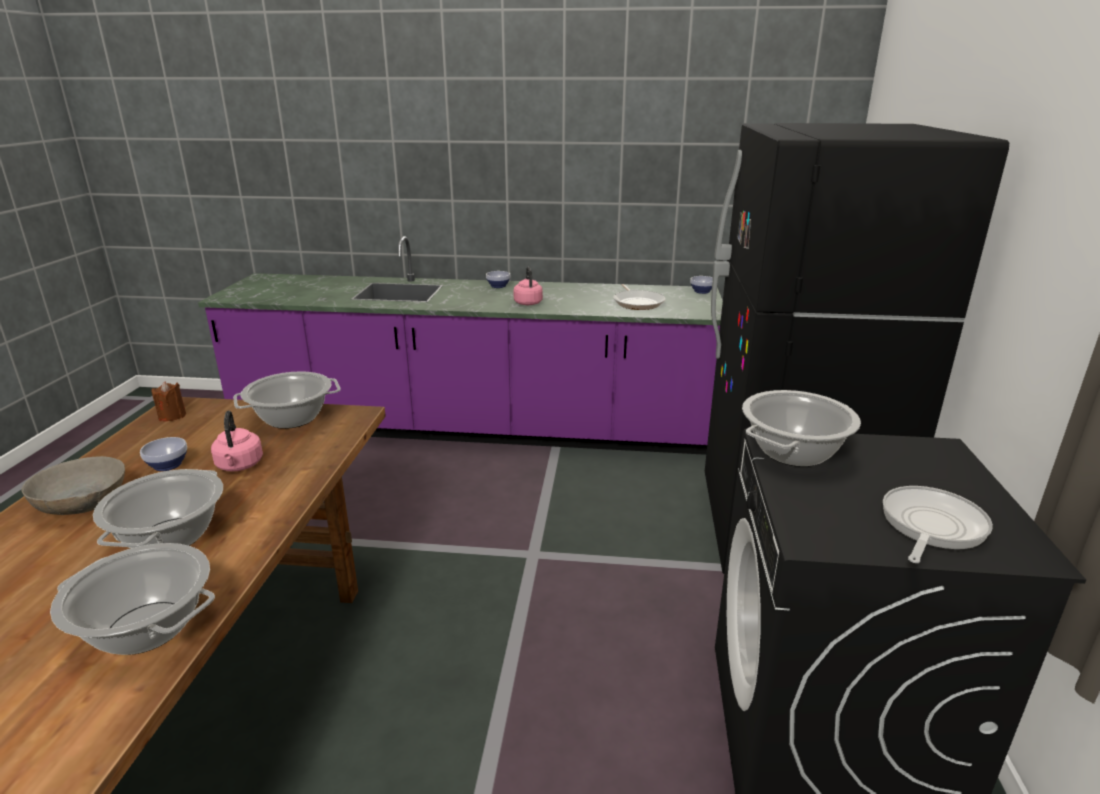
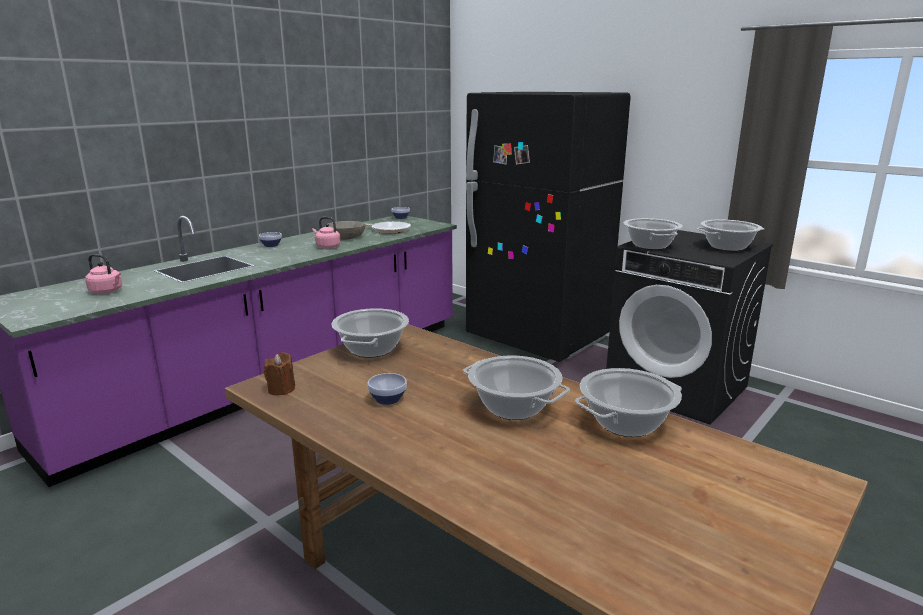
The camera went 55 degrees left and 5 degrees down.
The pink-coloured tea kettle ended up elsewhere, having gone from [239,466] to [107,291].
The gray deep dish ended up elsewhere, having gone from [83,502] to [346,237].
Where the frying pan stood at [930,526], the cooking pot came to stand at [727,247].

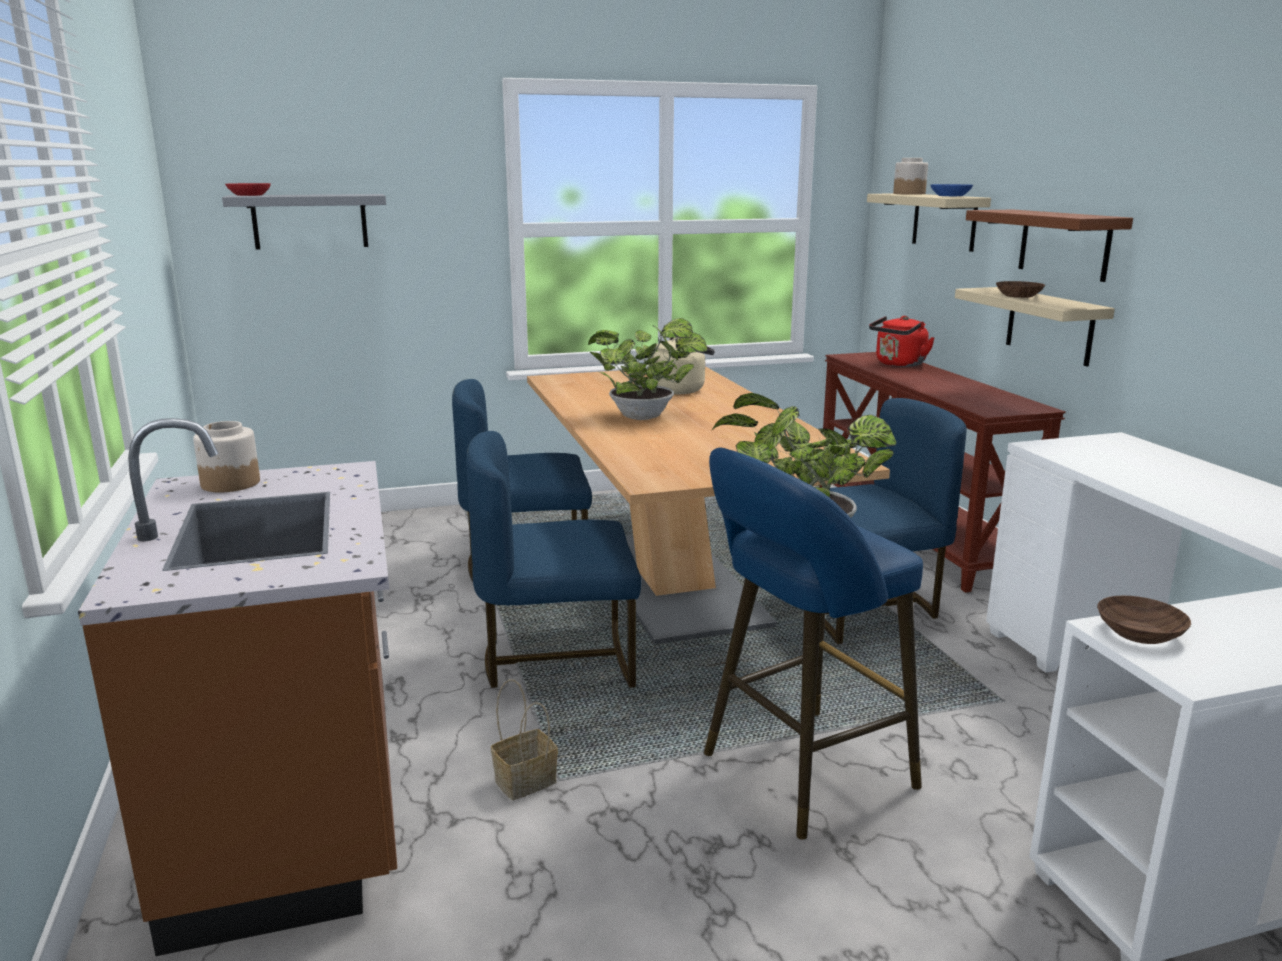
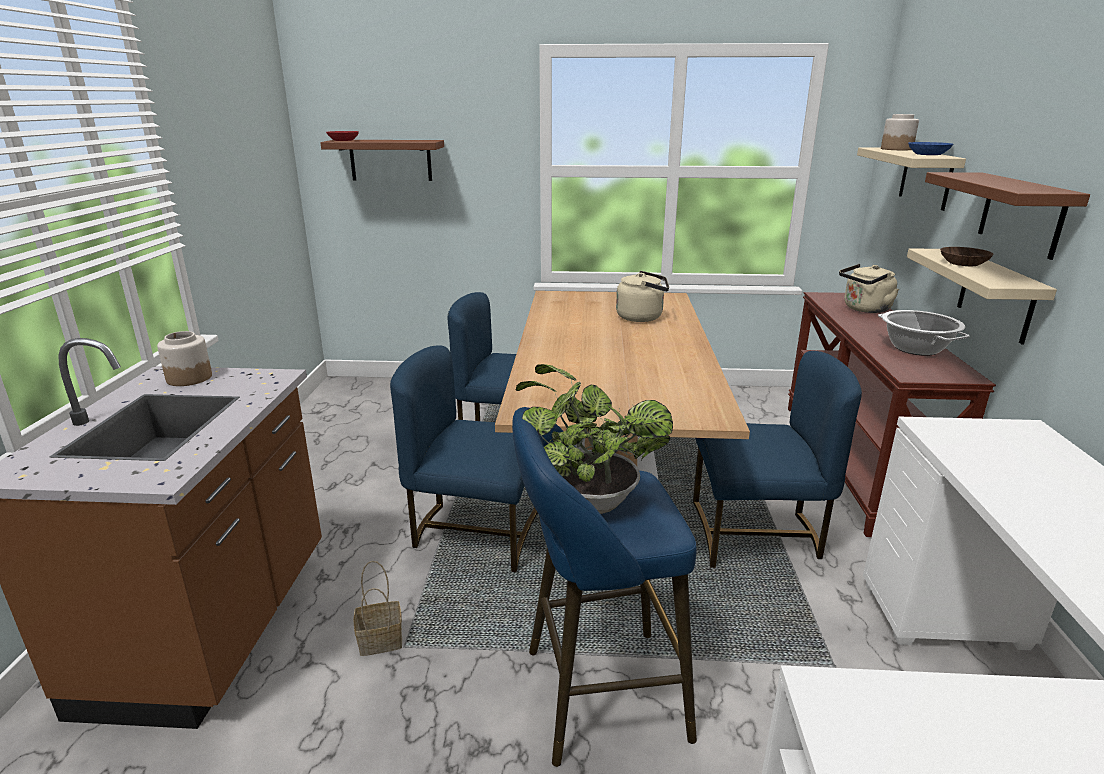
The camera went 20 degrees right and 5 degrees up.
What was the gray shelf at [310,221] turned into the brown-coloured shelf at [390,160].
What was the red-coloured tea kettle at [898,364] turned into the sand-coloured tea kettle at [864,309].
The second view lost the potted plant at [646,417].
The second view lost the brown-coloured deep dish at [1137,633].
The second view gained the cooking pot at [915,348].

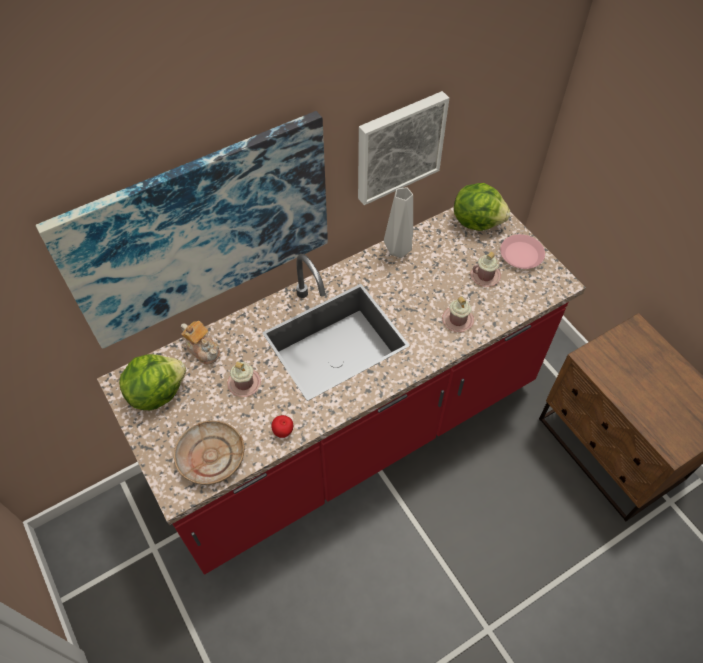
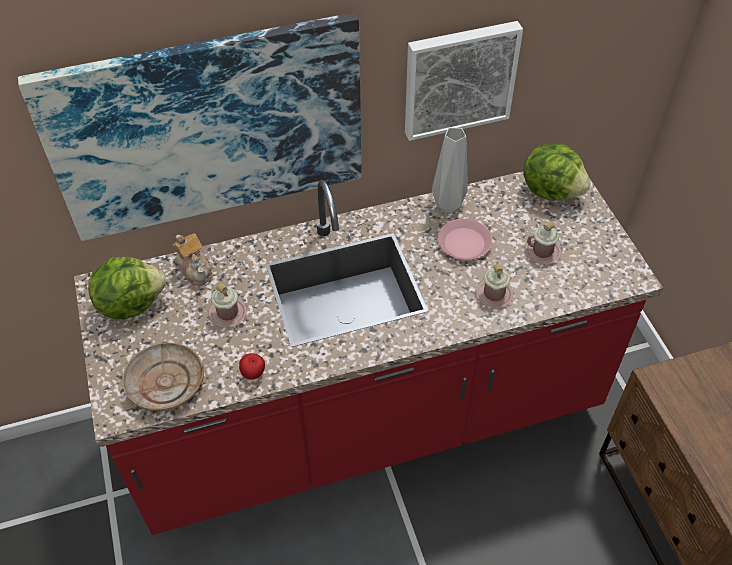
The camera went 15 degrees right and 5 degrees down.
The pink-coloured flat dish ended up elsewhere, having gone from [521,255] to [464,243].

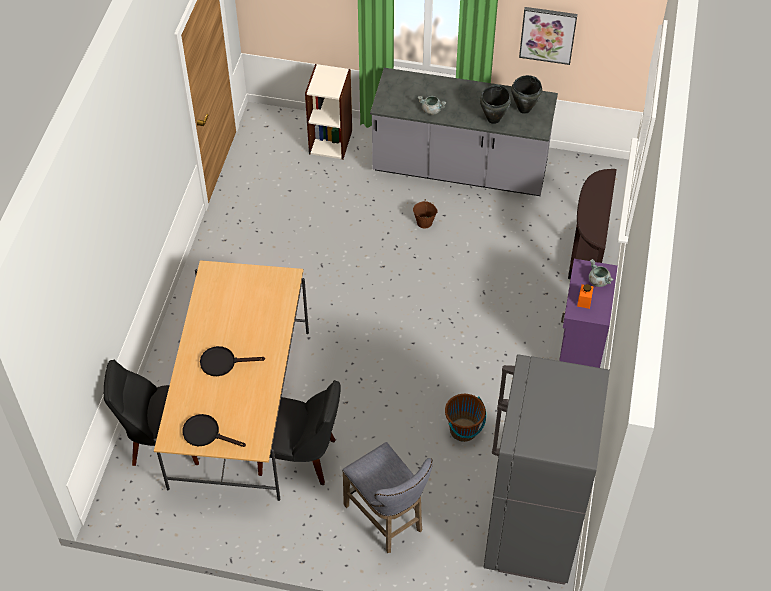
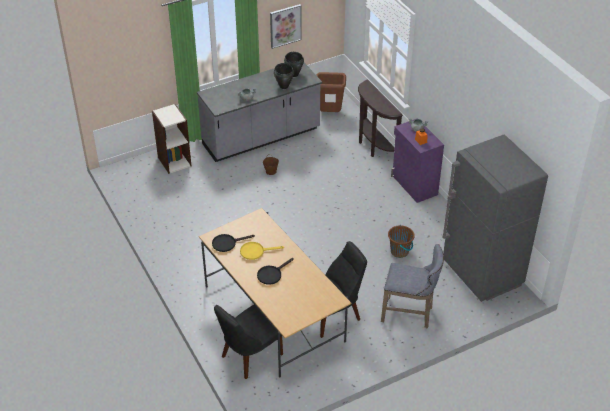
The camera went 40 degrees left and 10 degrees down.
The black-coloured frying pan ended up elsewhere, having gone from [206,433] to [227,243].
The second view gained the brown-coloured waste bin at [330,114].
The second view gained the yellowish frying pan at [255,251].

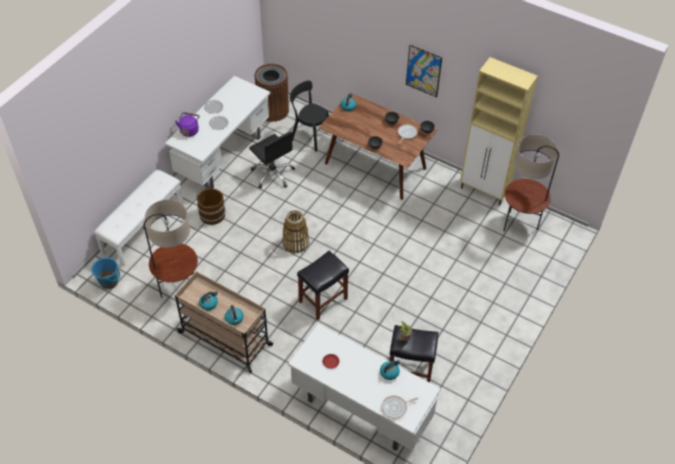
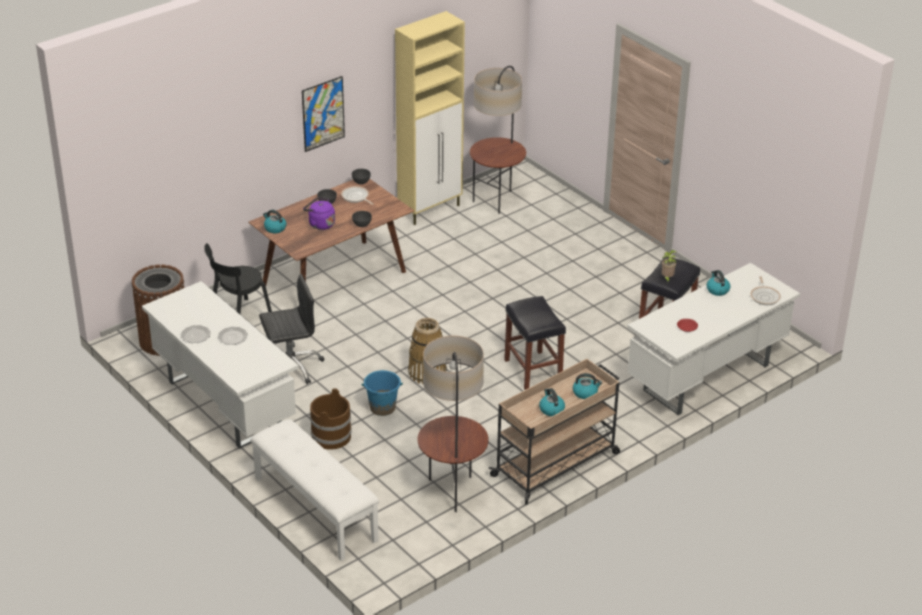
The camera went 70 degrees left and 15 degrees down.
The purplish tea kettle ended up elsewhere, having gone from [189,130] to [320,224].
The blue-coloured bucket ended up elsewhere, having gone from [109,282] to [382,408].

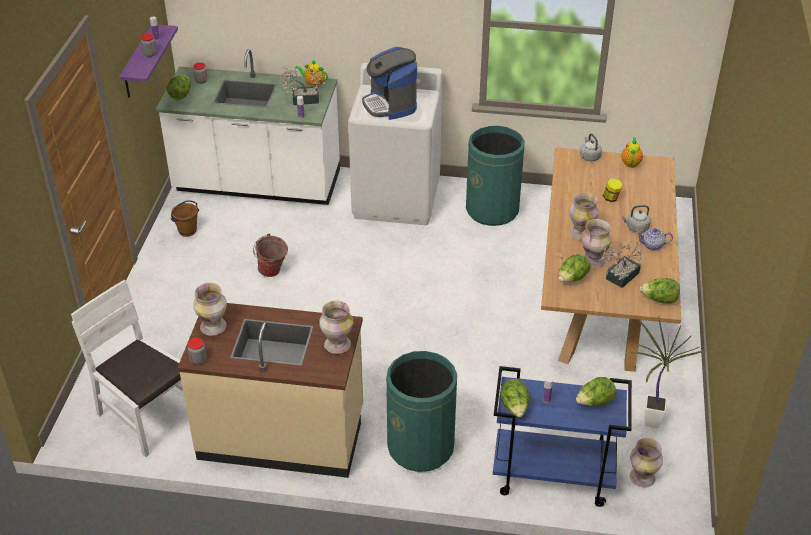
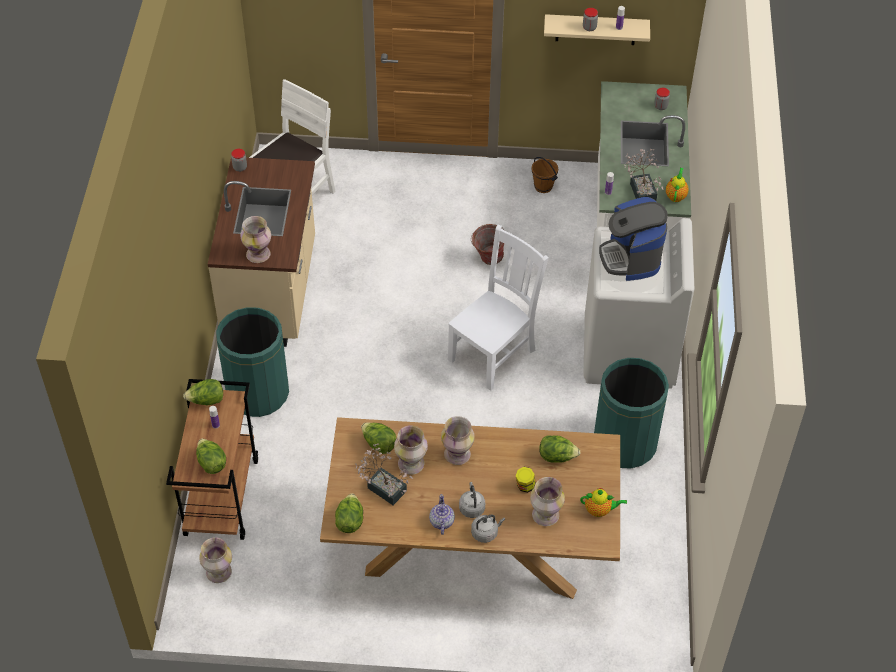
The camera went 85 degrees right and 10 degrees up.
What was the purplish shelf at [138,63] turned into the sand-coloured shelf at [596,29].
The coffee maker at [390,104] ended up facing another way, 75 degrees counterclockwise from before.
The lettuce head ended up elsewhere, having gone from [180,95] to [557,457].
The gray tea kettle ended up elsewhere, having gone from [589,156] to [486,533].
The decorative vase ended up elsewhere, having gone from [213,327] to [544,515].
The second view lost the potted plant at [649,424].
What was the blue-coloured wheeled cart at [551,477] turned into the brown-coloured wheeled cart at [221,496].
The second view gained the whitish chair at [494,353].

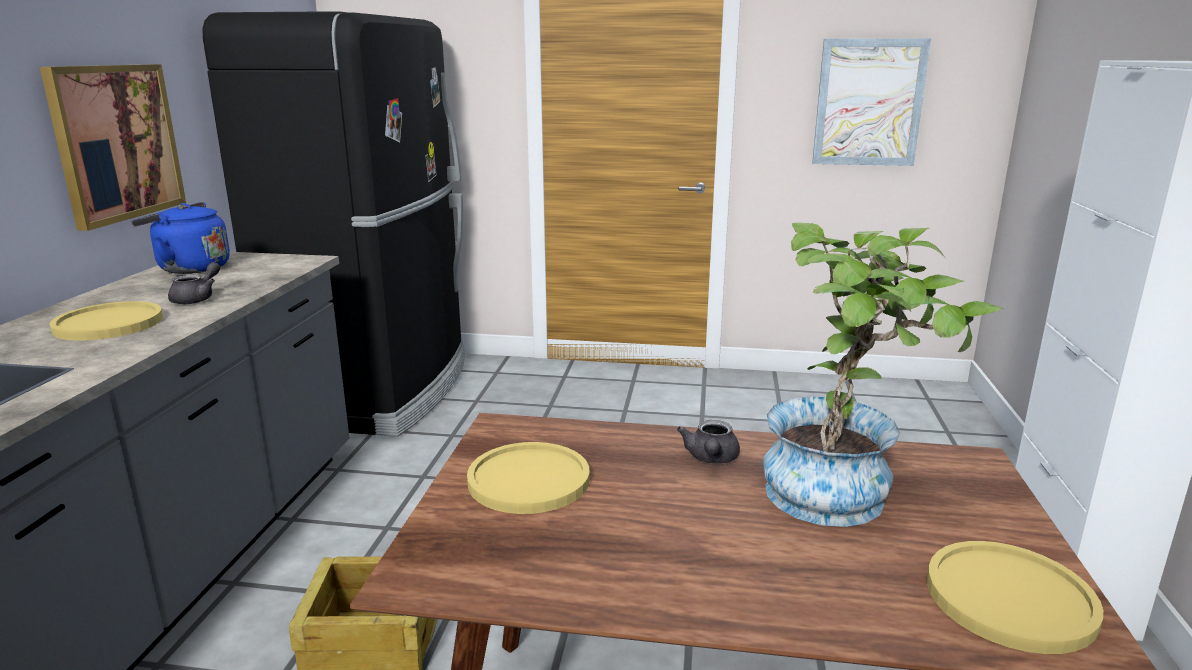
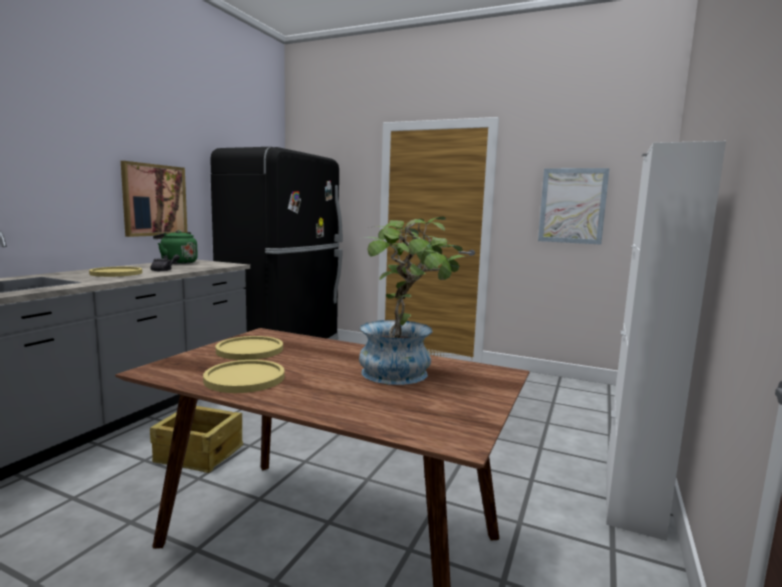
The camera went 15 degrees right and 10 degrees down.
What was the blue-coloured tea kettle at [189,268] turned into the greenish tea kettle at [177,263].
The second view lost the gray teapot at [711,459].
The yellowish flat dish ended up elsewhere, having gone from [1009,598] to [244,378].

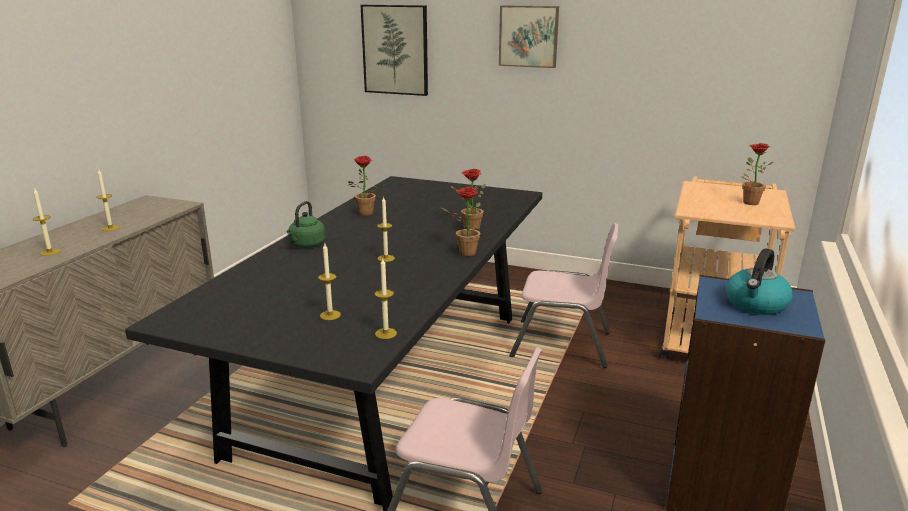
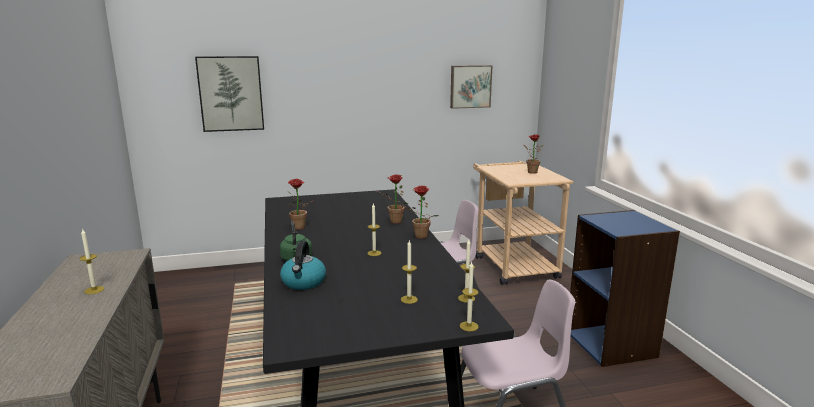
The camera went 35 degrees left and 5 degrees down.
The wall art ended up elsewhere, having gone from [529,36] to [470,86].
The candle ended up elsewhere, having gone from [50,252] to [469,326].
The tea kettle ended up elsewhere, having gone from [756,304] to [303,282].

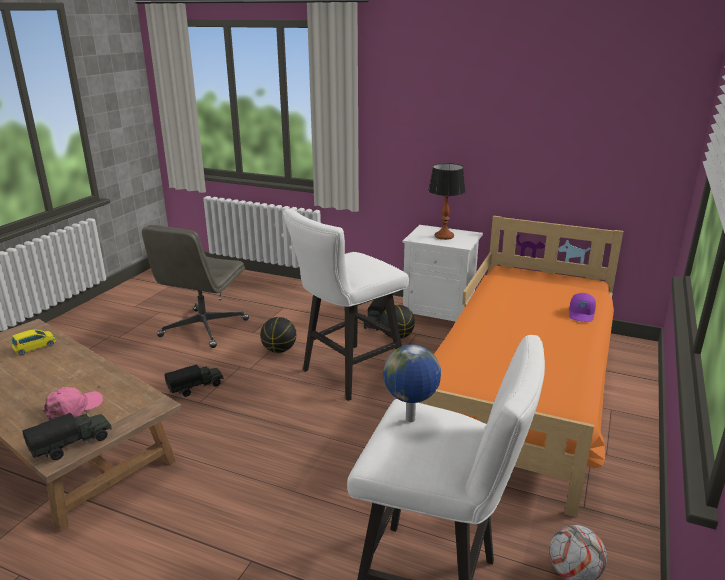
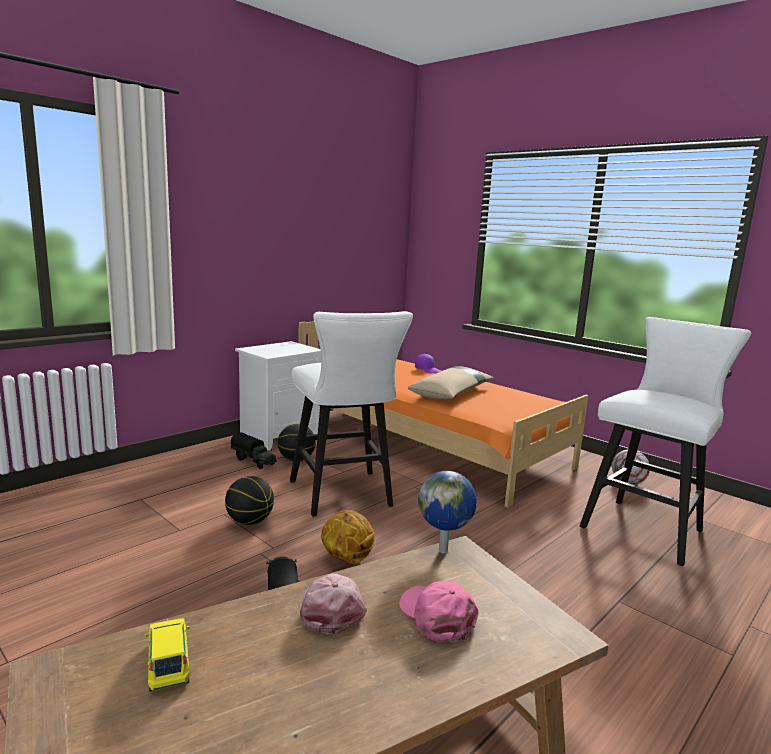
The camera went 70 degrees left and 10 degrees down.
The second view lost the table lamp at [444,236].
The second view lost the gray office chair at [204,328].
The world globe ended up elsewhere, having gone from [411,420] to [444,550].
The second view lost the toy lorry at [72,445].
The second view gained the sand-coloured throw pillow at [452,392].
The second view gained the basketball at [346,559].
The second view gained the pink-coloured baseball cap at [331,608].

